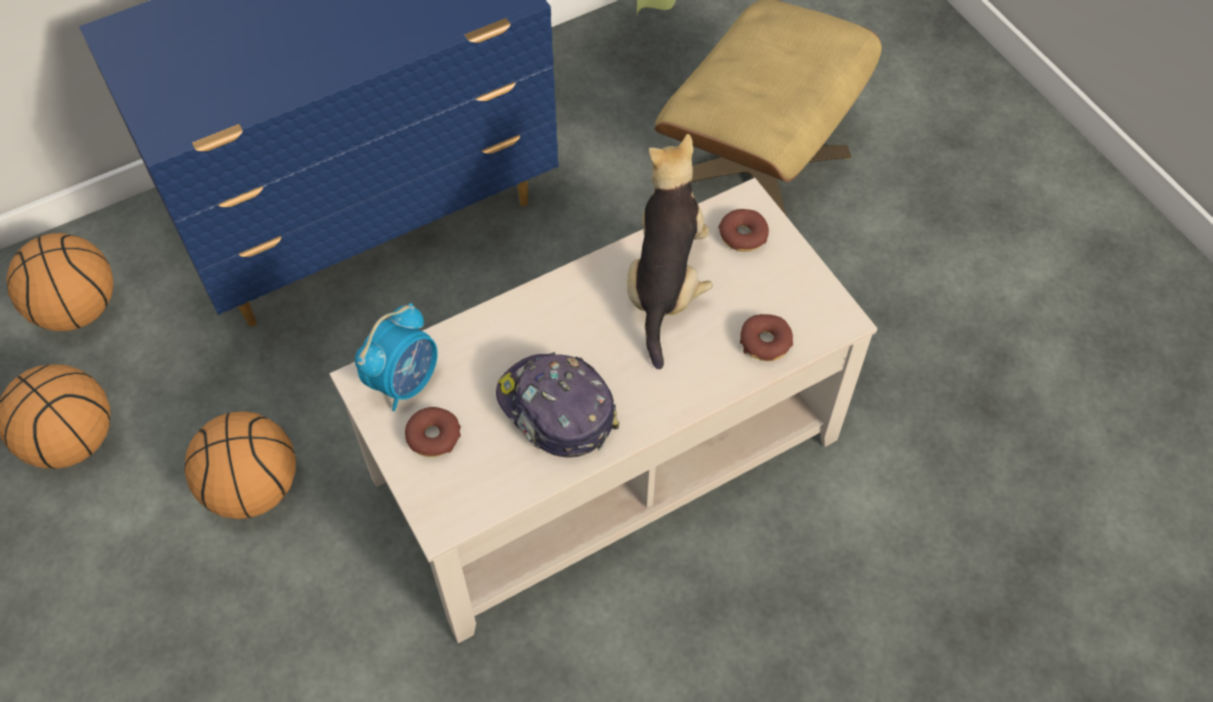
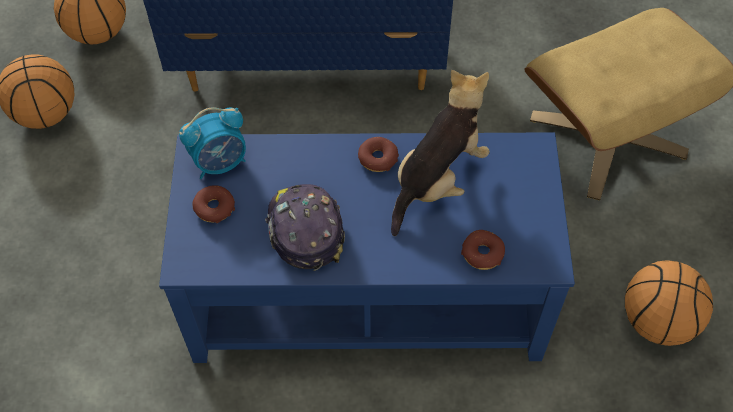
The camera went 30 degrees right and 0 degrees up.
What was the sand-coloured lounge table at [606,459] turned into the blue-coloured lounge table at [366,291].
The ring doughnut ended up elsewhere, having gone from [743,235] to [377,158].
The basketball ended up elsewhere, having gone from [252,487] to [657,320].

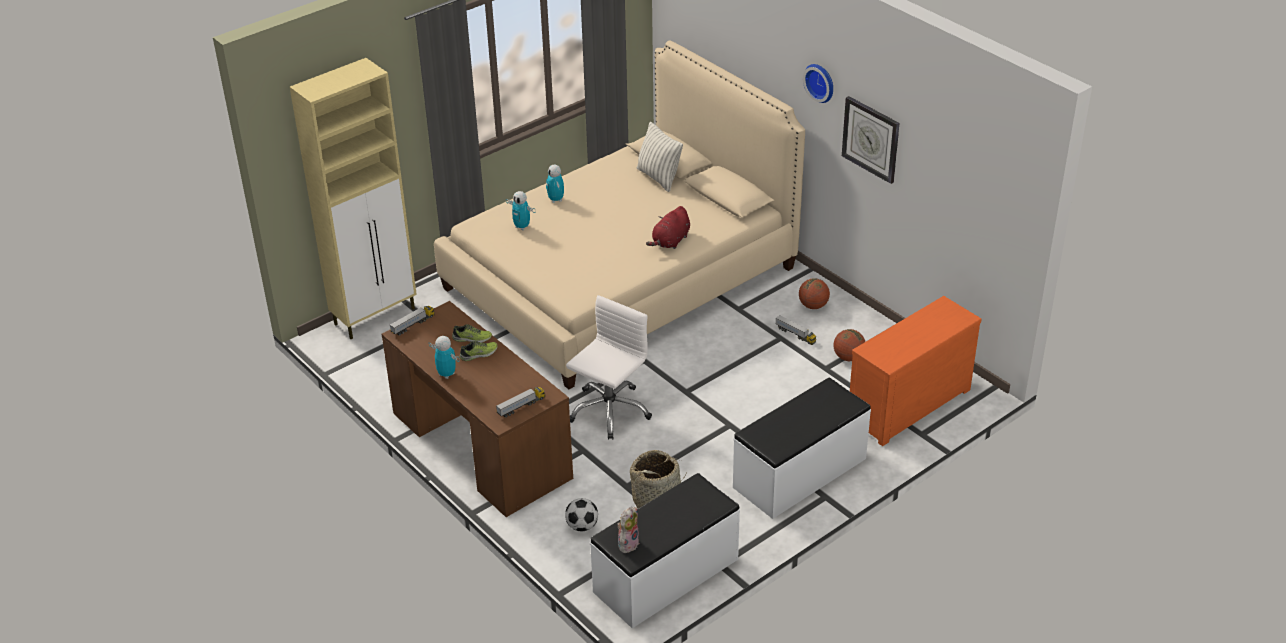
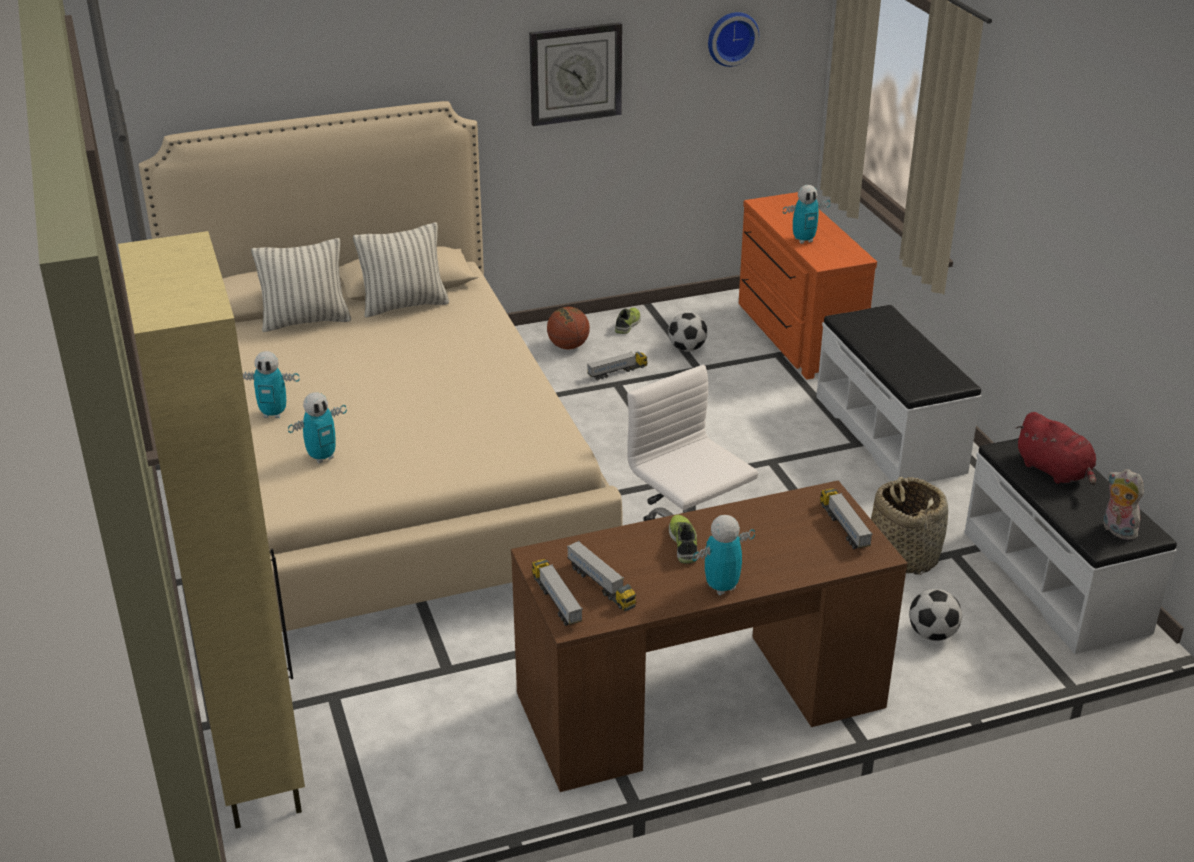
The camera went 70 degrees left and 5 degrees down.
The wall clock ended up elsewhere, having gone from [821,82] to [731,38].
The red-coloured cuddly toy ended up elsewhere, having gone from [670,241] to [1055,471].
The low shoe ended up elsewhere, having gone from [472,339] to [628,324].
Where the basketball stood at [848,357], the football came to stand at [687,349].
The second view gained the robot figure at [803,240].
The second view gained the throw pillow at [404,305].
The second view gained the toy lorry at [601,585].

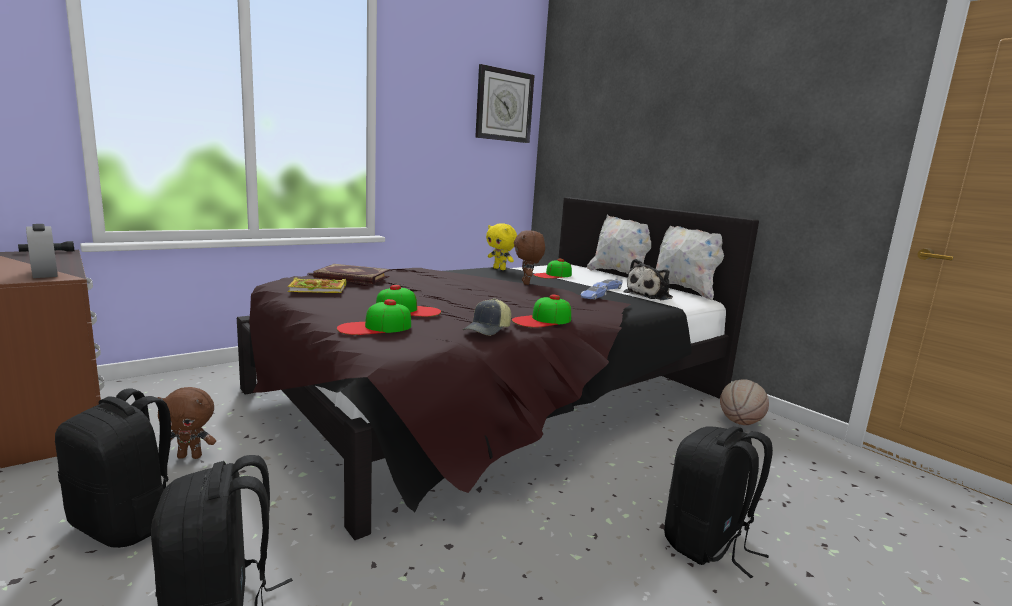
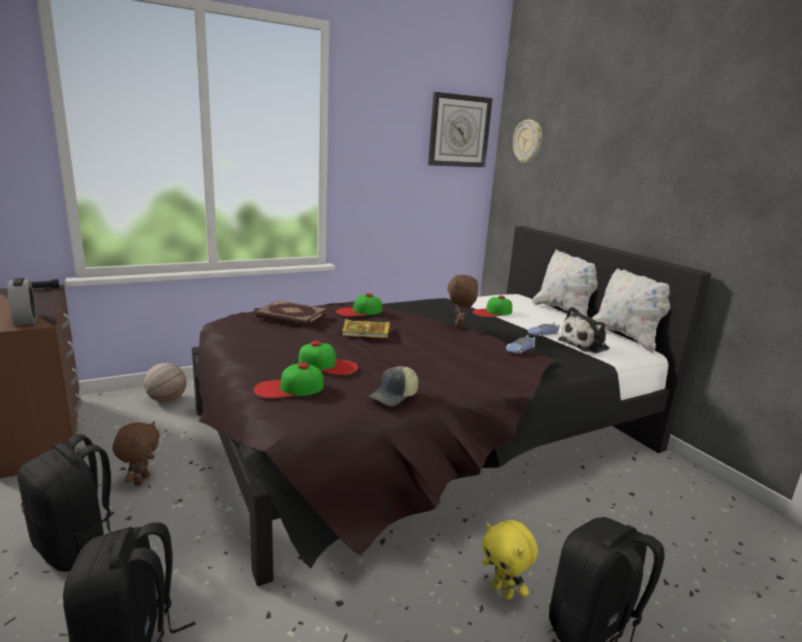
The camera went 10 degrees right and 5 degrees up.
The yellowish cuddly toy ended up elsewhere, having gone from [500,269] to [503,591].
The book ended up elsewhere, having gone from [319,289] to [367,332].
The baseball cap ended up elsewhere, having gone from [542,320] to [359,311].
The basketball ended up elsewhere, having gone from [740,422] to [166,399].
The brown-coloured cuddly toy at [190,456] ended up facing another way, 90 degrees counterclockwise from before.
The second view gained the wall clock at [527,141].

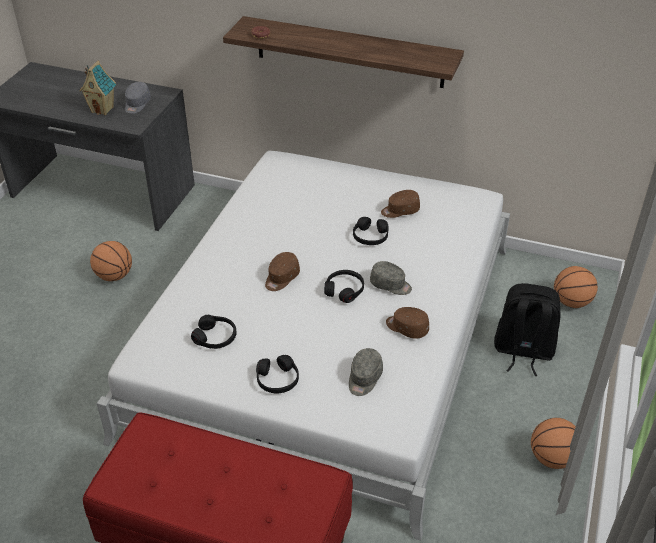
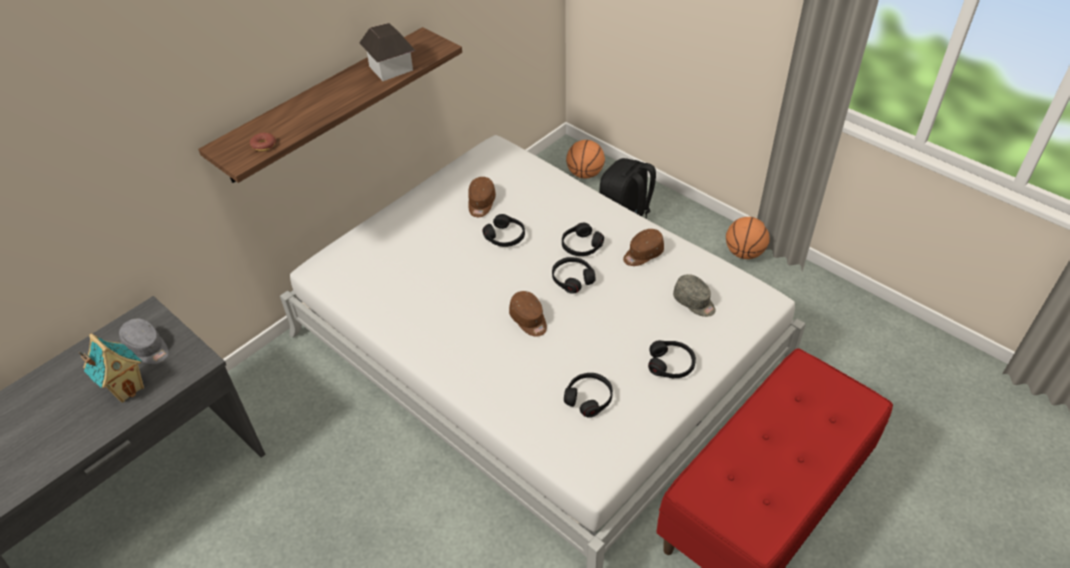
The camera went 65 degrees left and 5 degrees up.
The second view lost the basketball at [114,276].
Where the gray baseball cap stood at [390,285], the black-coloured headphones came to stand at [581,246].
The second view gained the toy house at [391,68].

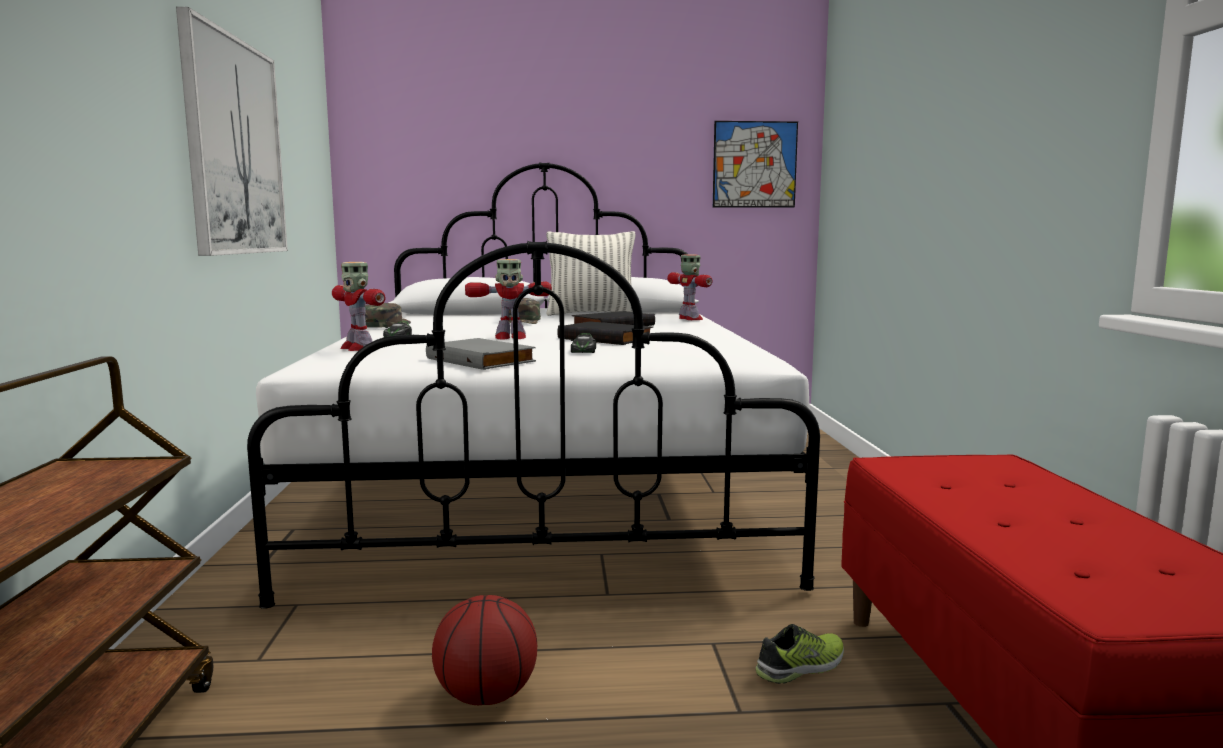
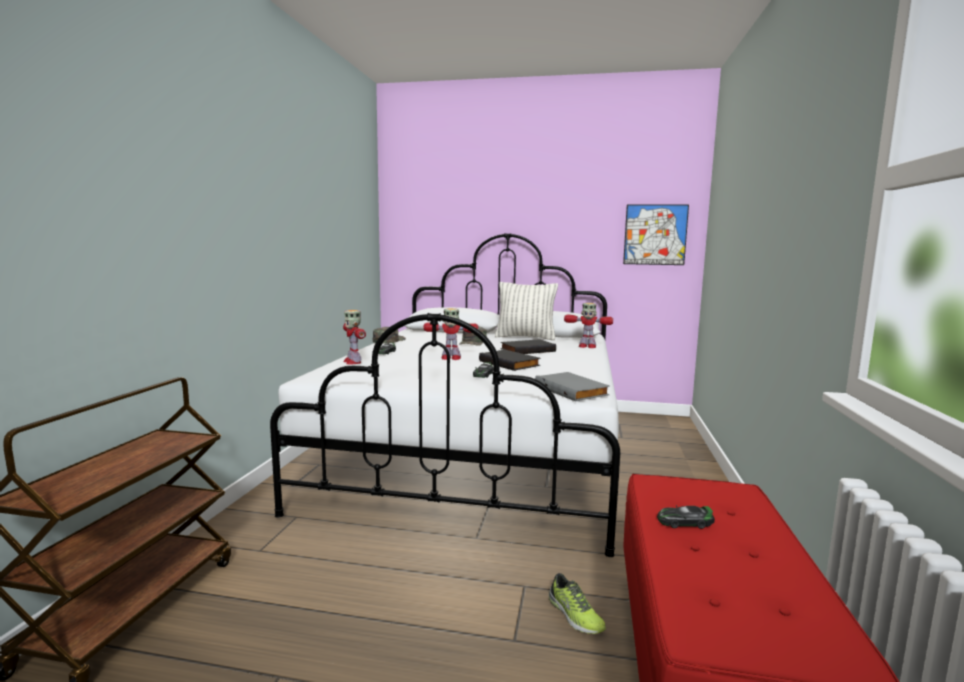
The camera went 15 degrees right and 0 degrees up.
The second view lost the wall art at [234,147].
The robot figure at [690,319] ended up facing another way, 120 degrees clockwise from before.
The gray book ended up elsewhere, having gone from [483,360] to [572,390].
The second view lost the basketball at [486,695].
The low shoe at [802,667] ended up facing another way, 75 degrees clockwise from before.
The second view gained the toy car at [685,522].

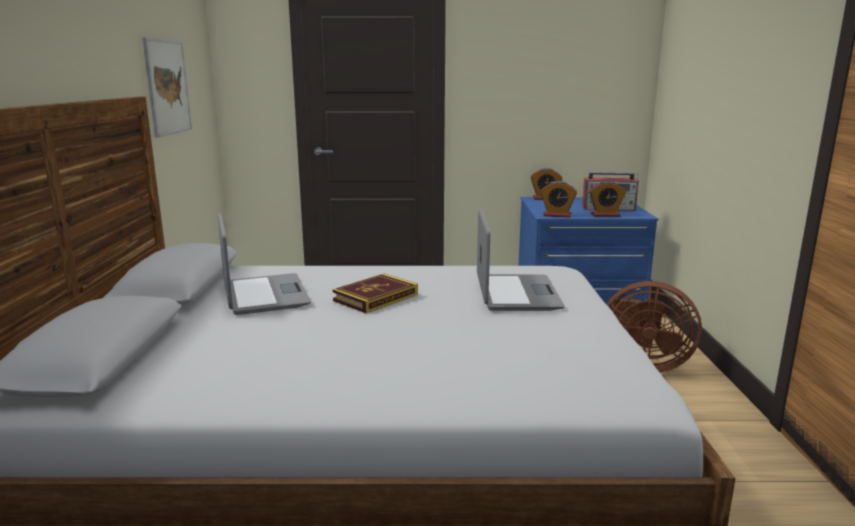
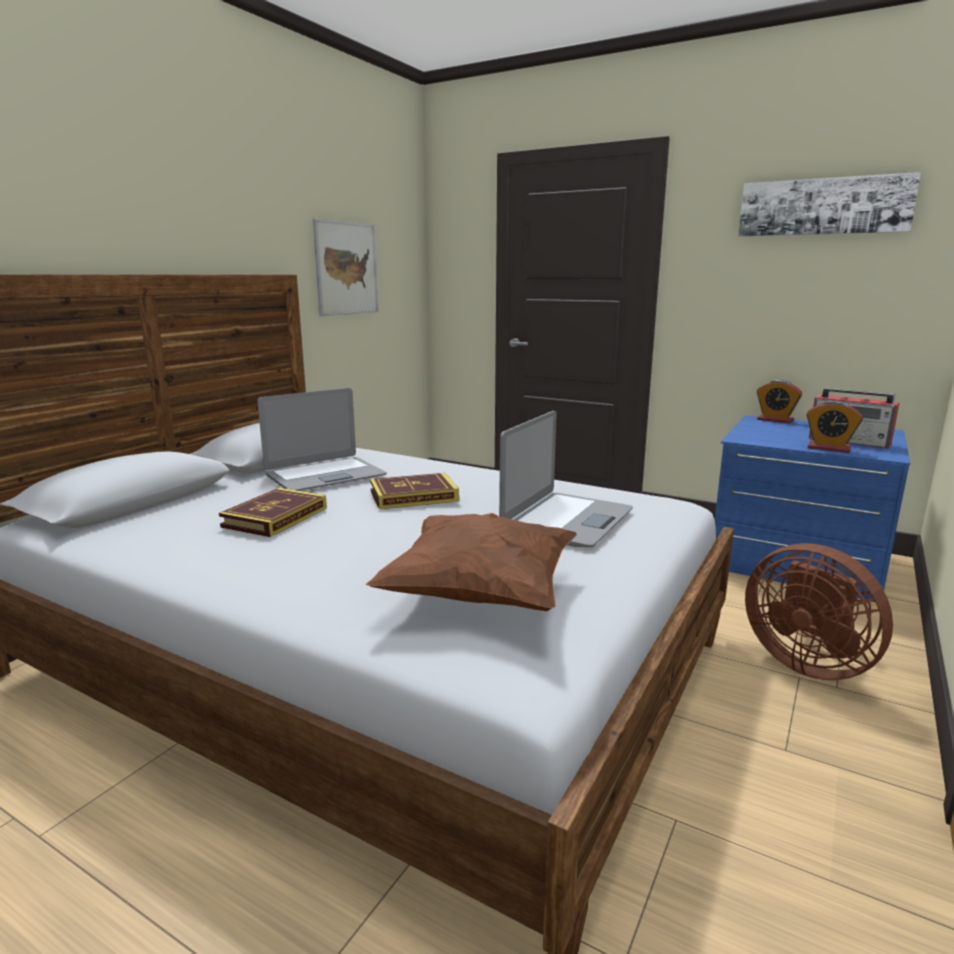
The camera went 30 degrees right and 0 degrees up.
The second view lost the bedside clock at [557,215].
The portable computer at [264,295] ended up facing another way, 45 degrees clockwise from before.
The second view gained the wall art at [823,206].
The second view gained the book at [275,517].
The second view gained the brown-coloured throw pillow at [480,594].

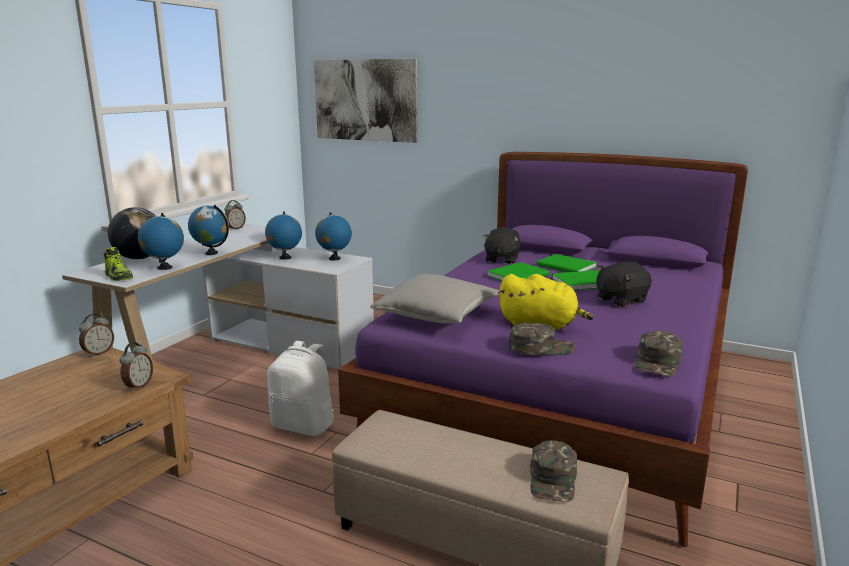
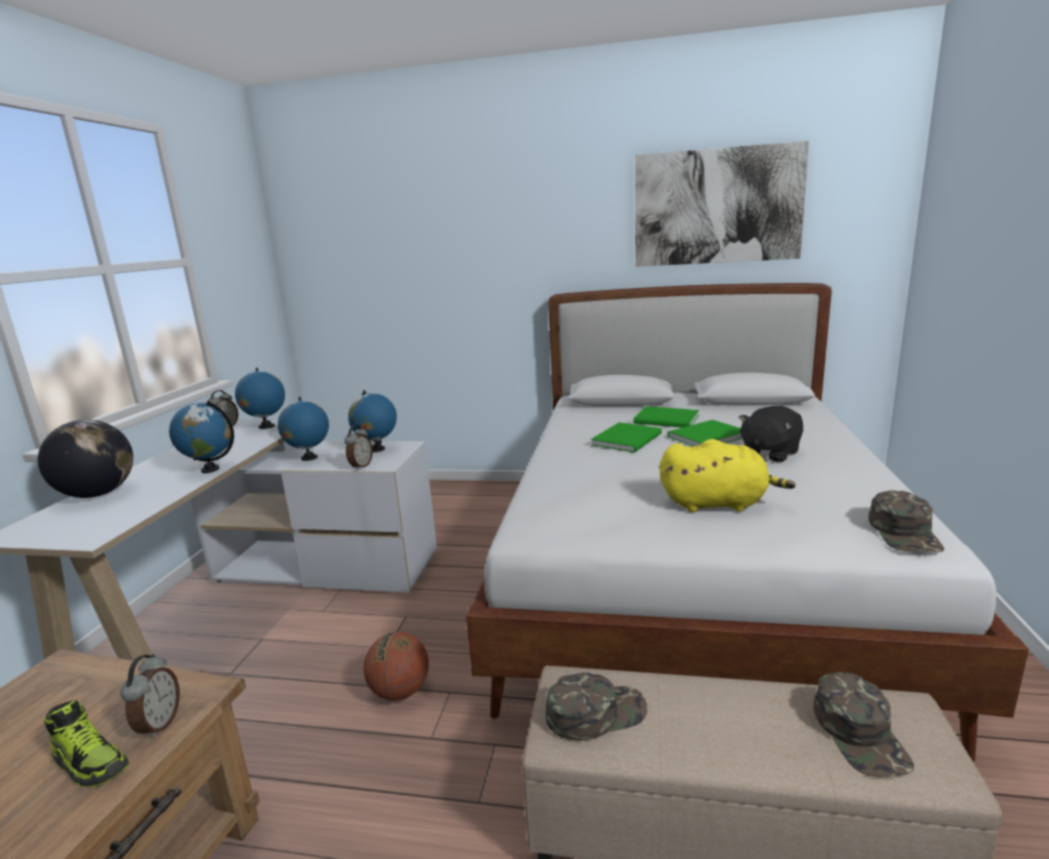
The camera went 15 degrees left and 0 degrees up.
The wall art ended up elsewhere, having gone from [365,100] to [717,207].
What was the purplish bedroom bed at [562,396] turned into the whitish bedroom bed at [693,574].
The world globe ended up elsewhere, having gone from [164,268] to [266,426].
The second view lost the black-coloured cuddly toy at [501,259].
The low shoe ended up elsewhere, having gone from [118,276] to [91,763].
The second view lost the gray throw pillow at [437,314].
The bedside clock ended up elsewhere, having gone from [98,353] to [360,466].
The greenish baseball cap ended up elsewhere, having gone from [541,347] to [595,712].
Where the whitish rucksack stood at [304,425], the basketball came to stand at [400,691].

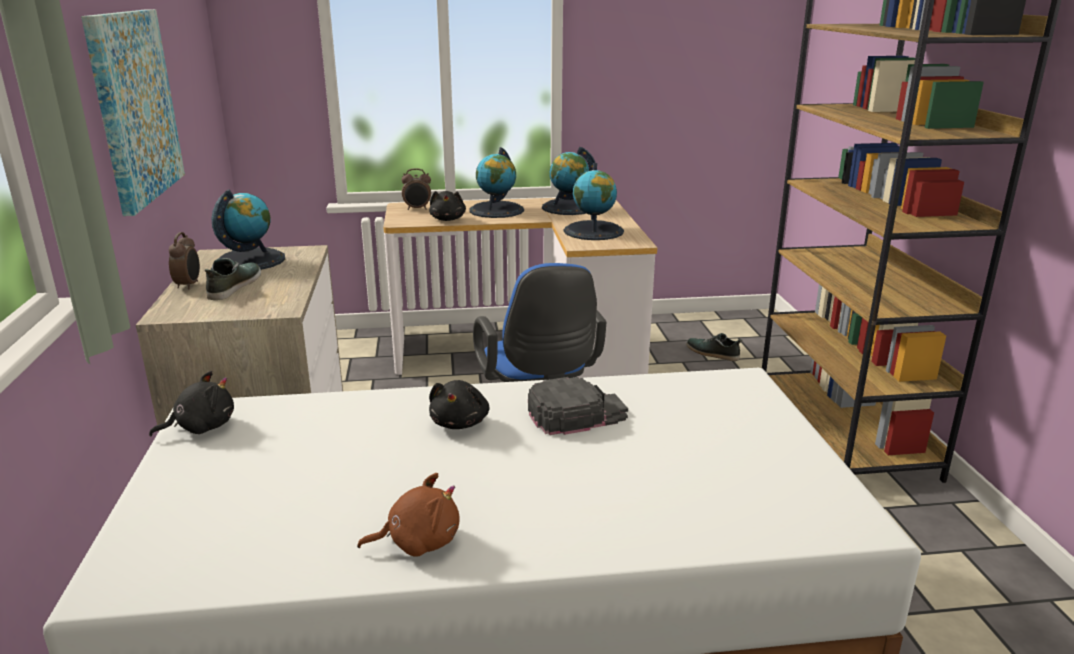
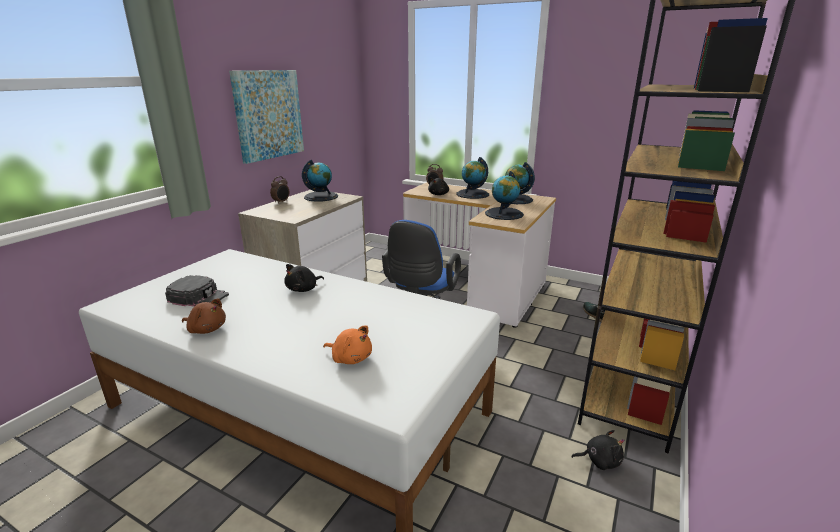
The camera went 35 degrees right and 0 degrees up.
The second view lost the low shoe at [233,286].
The black-coloured cuddly toy ended up elsewhere, having gone from [201,427] to [599,460].
The black-coloured baseball cap ended up elsewhere, having gone from [576,413] to [199,297].
The second view gained the orange-coloured cuddly toy at [350,358].

